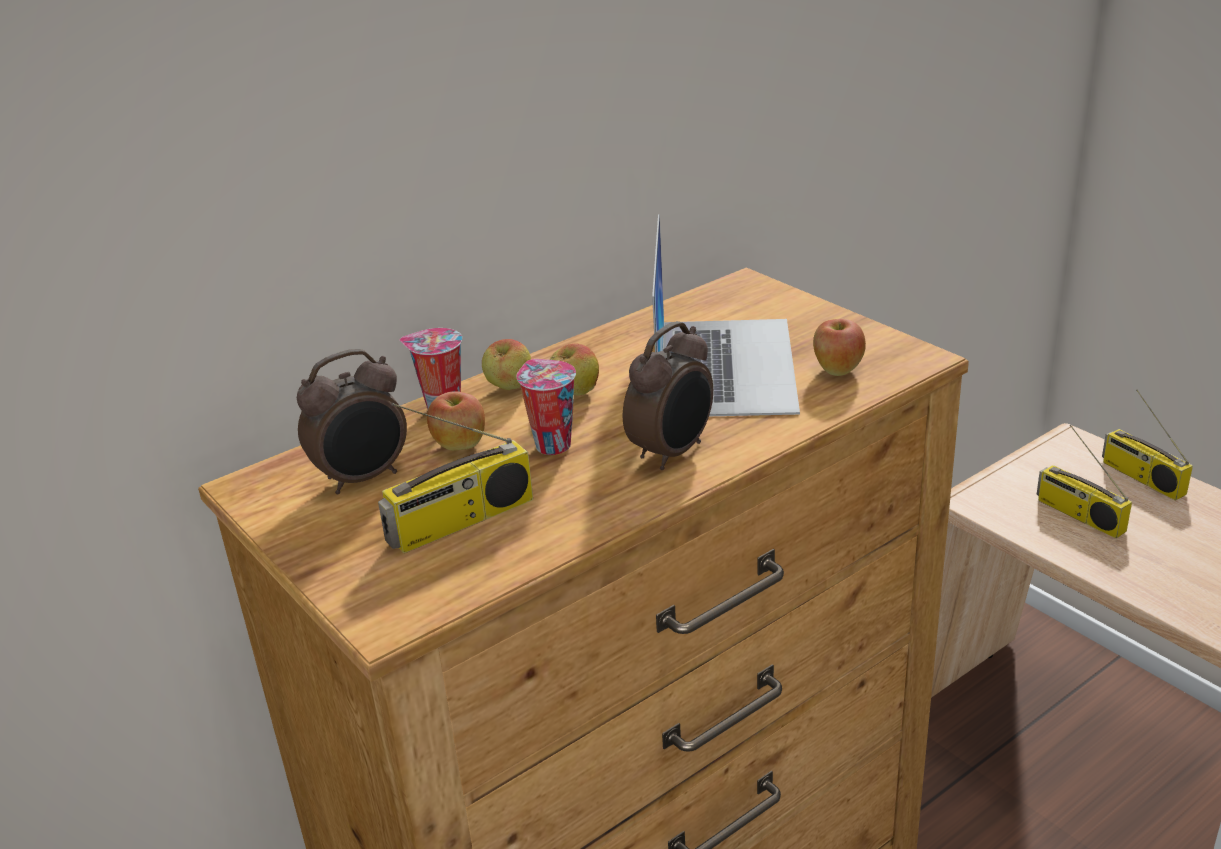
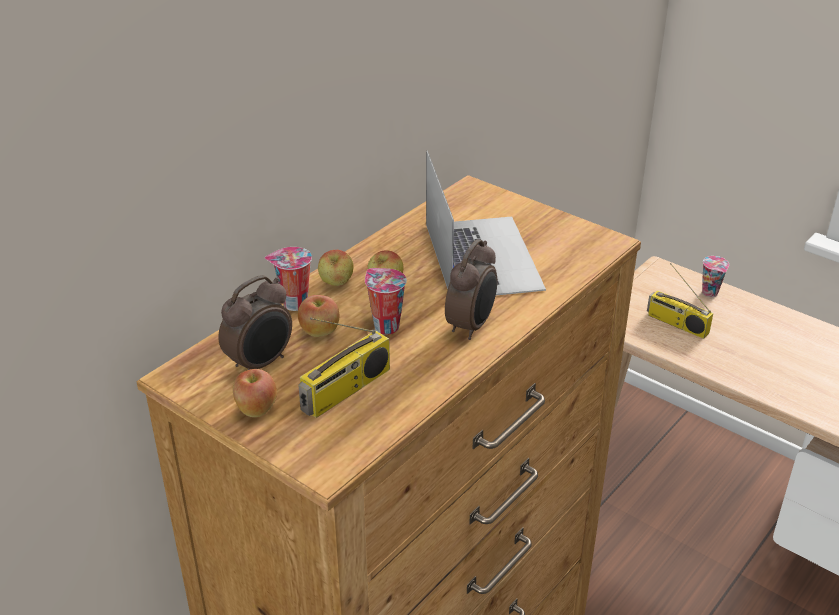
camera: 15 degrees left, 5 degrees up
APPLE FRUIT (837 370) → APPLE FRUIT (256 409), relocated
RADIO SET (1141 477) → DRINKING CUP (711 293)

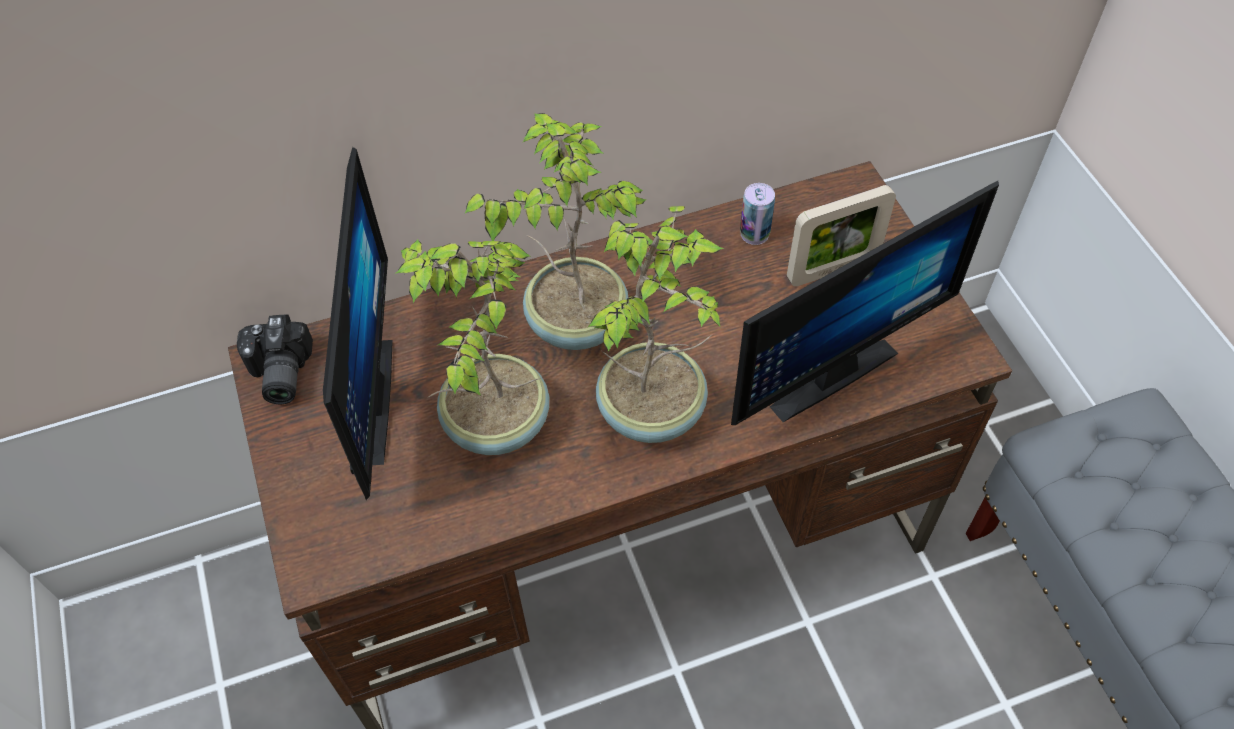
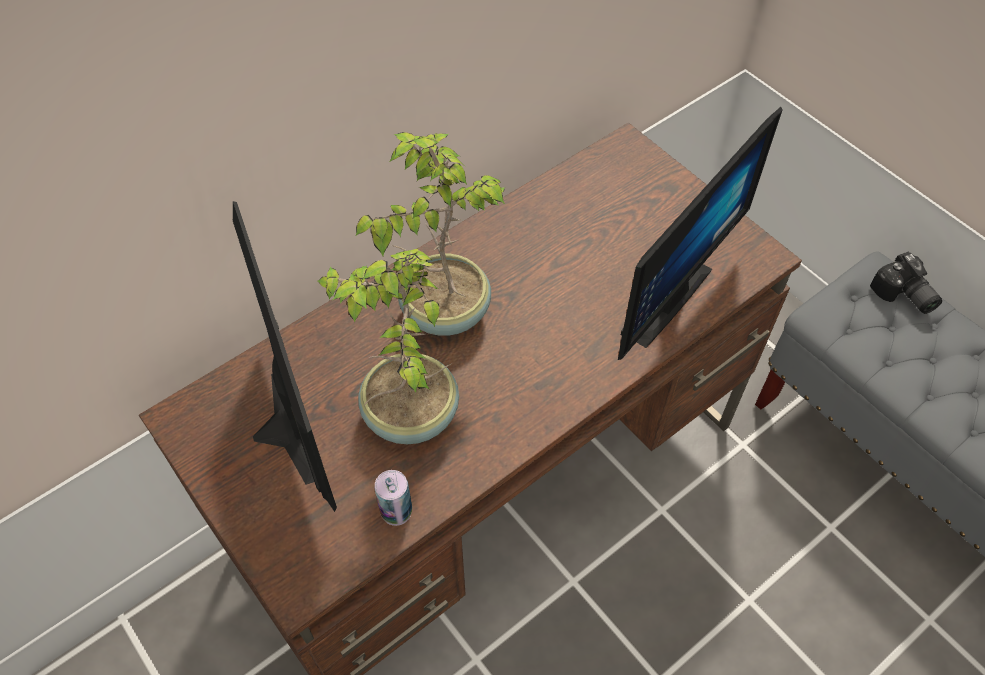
camera: 20 degrees left, 0 degrees up
PLANT IN A POT (654 410) → -
PICTURE FRAME (832 269) → -
PHOTO CAMERA (277 374) → PHOTO CAMERA (903 296), relocated
CAN (754 234) → CAN (396 511), relocated

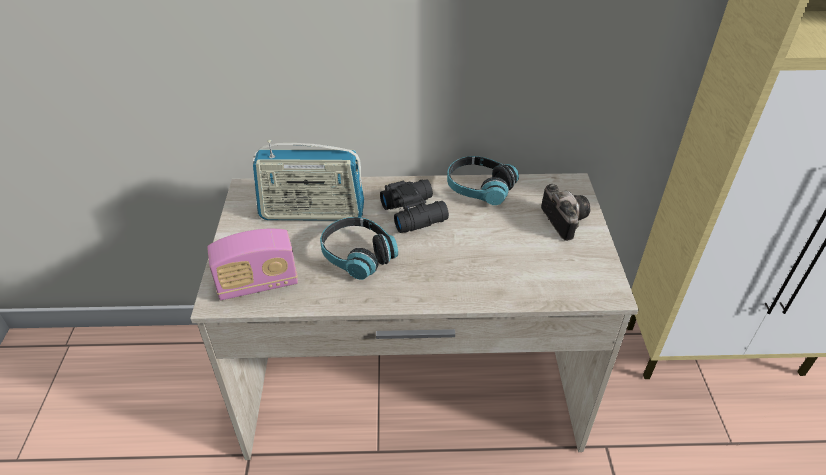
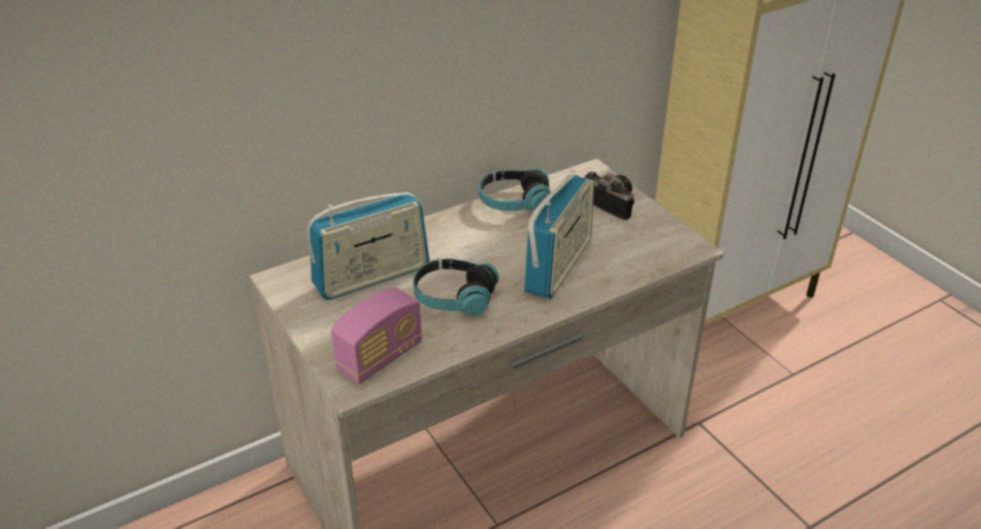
camera: 30 degrees left, 5 degrees down
BLACK-COLOURED BINOCULARS (414 212) → -
- → RADIO SET (558 266)

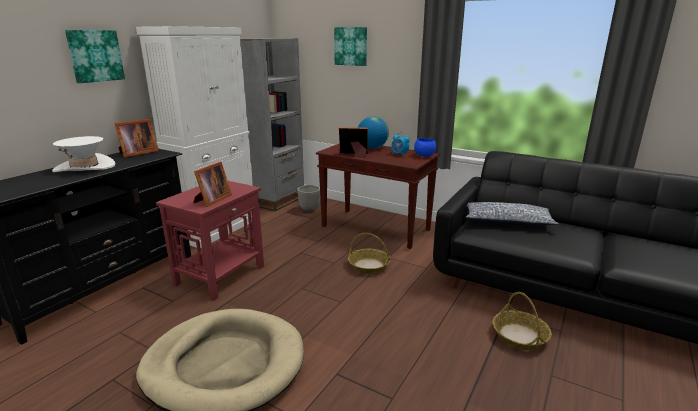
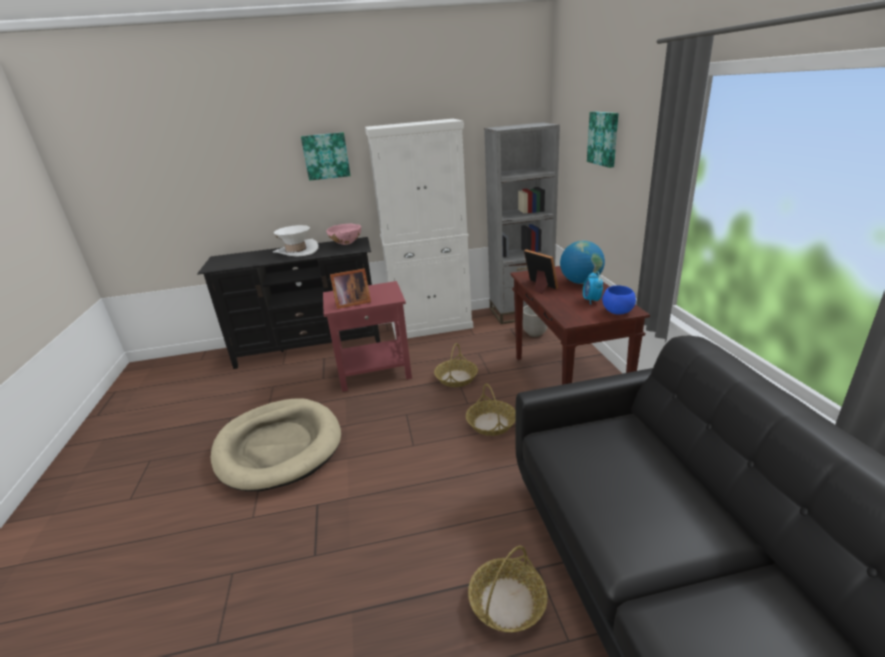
camera: 50 degrees right, 5 degrees up
PILLOW (507 222) → -
- → BASKET (456 378)
PICTURE FRAME (137 153) → PINK DEEP DISH (346 244)

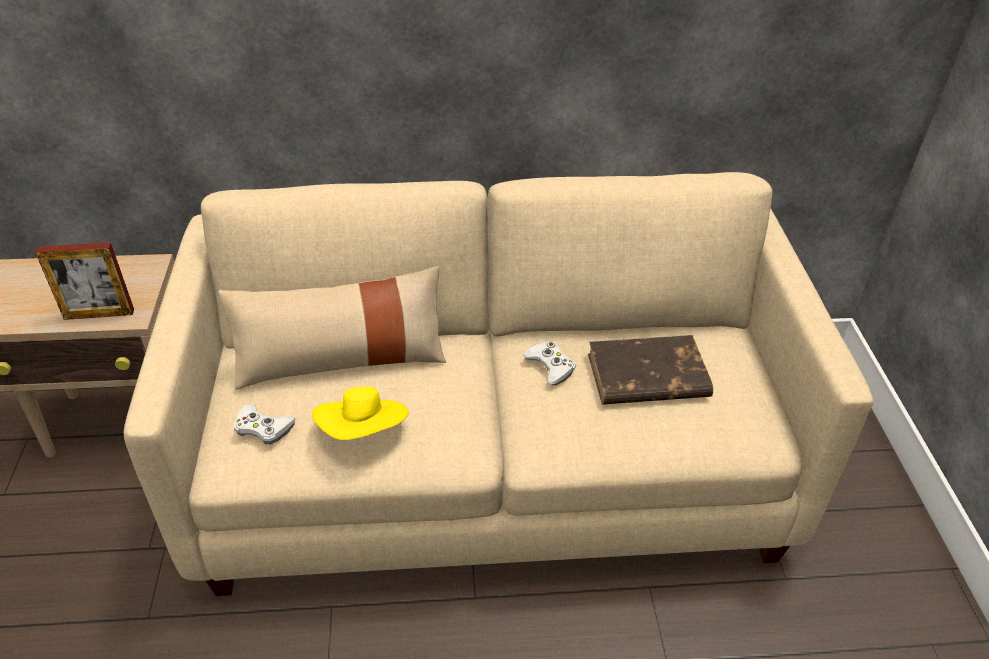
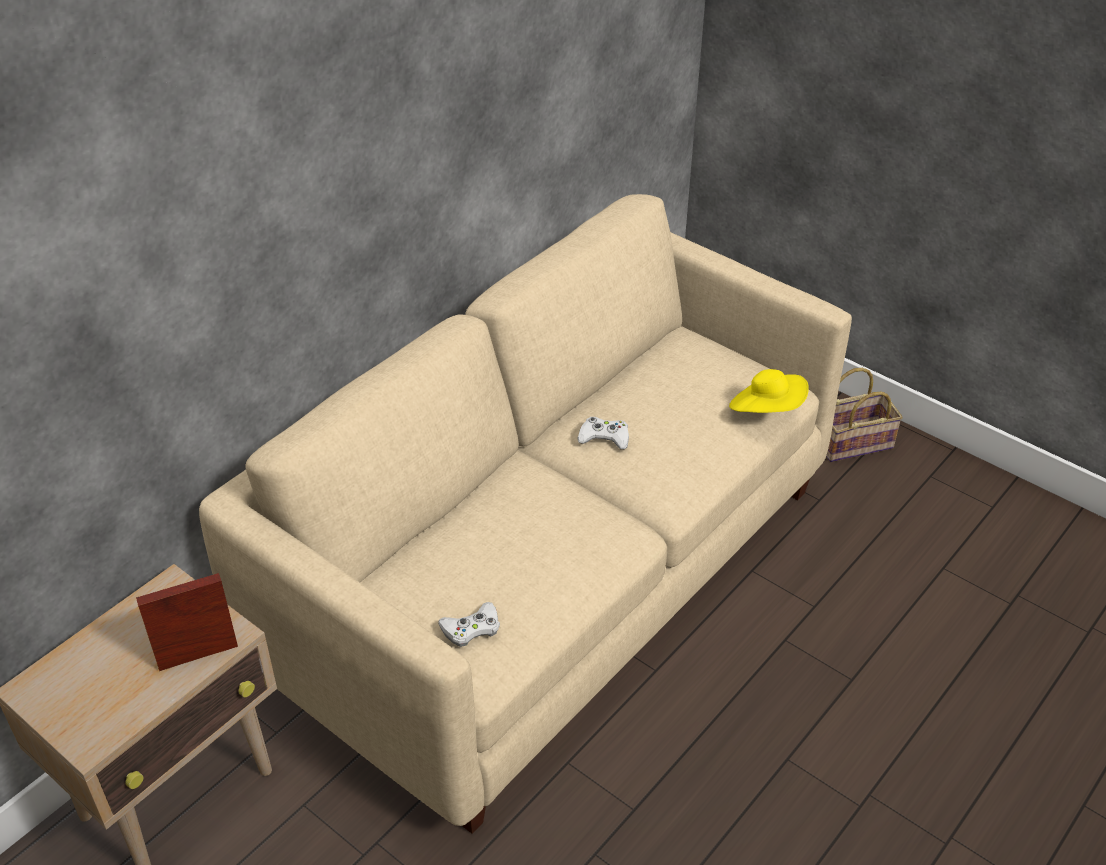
camera: 45 degrees left, 0 degrees up
BEIGE PILLOW (341 359) → -
BROWN-COLOURED VOLUME (646 376) → -
- → BASKET (854 442)
YELLOW-COLOURED WEARABLE HAT (364 431) → YELLOW-COLOURED WEARABLE HAT (767 410), relocated
PICTURE FRAME (99 314) → PICTURE FRAME (197 654), 150 degrees counterclockwise

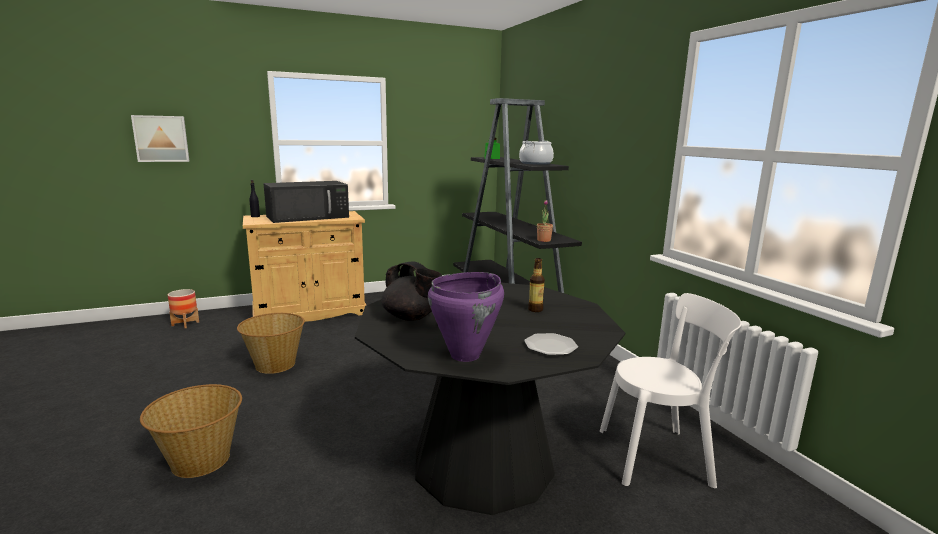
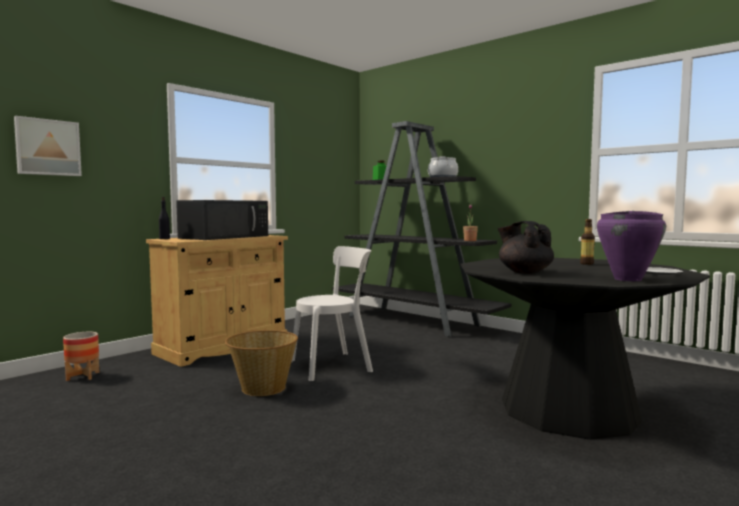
camera: 25 degrees left, 10 degrees down
BASKET (200 461) → -
WHITISH PLAIN CHAIR (659 456) → WHITISH PLAIN CHAIR (334 365), relocated
BLACK-COLOURED POT FOR TEA (411 317) → BLACK-COLOURED POT FOR TEA (524 272), 135 degrees counterclockwise

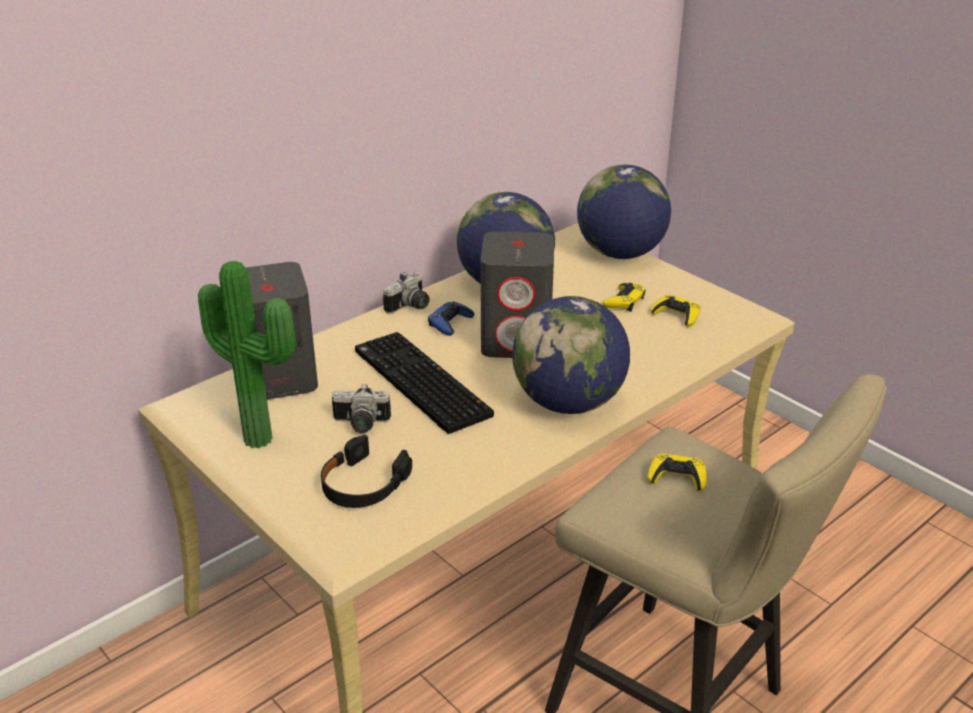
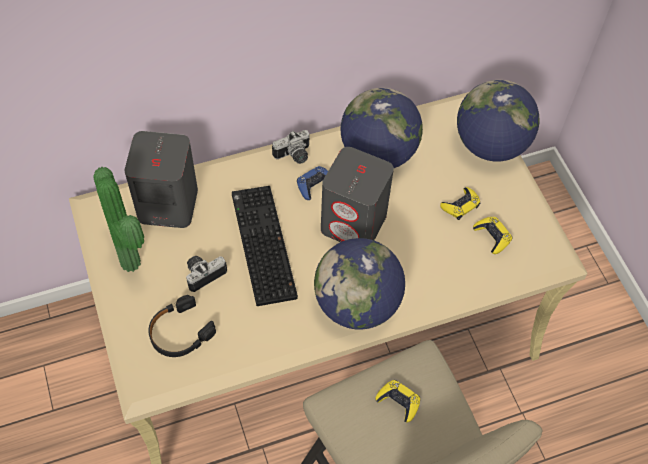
camera: 20 degrees right, 25 degrees up
PHOTO CAMERA (360 424) → PHOTO CAMERA (203 273), 120 degrees clockwise

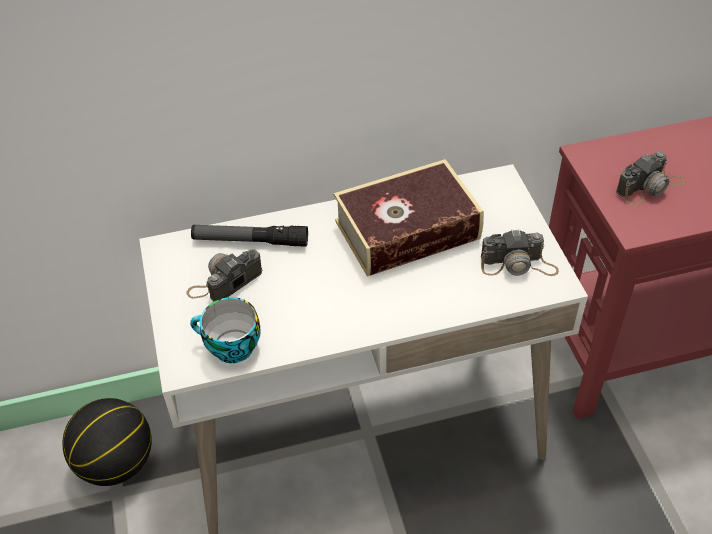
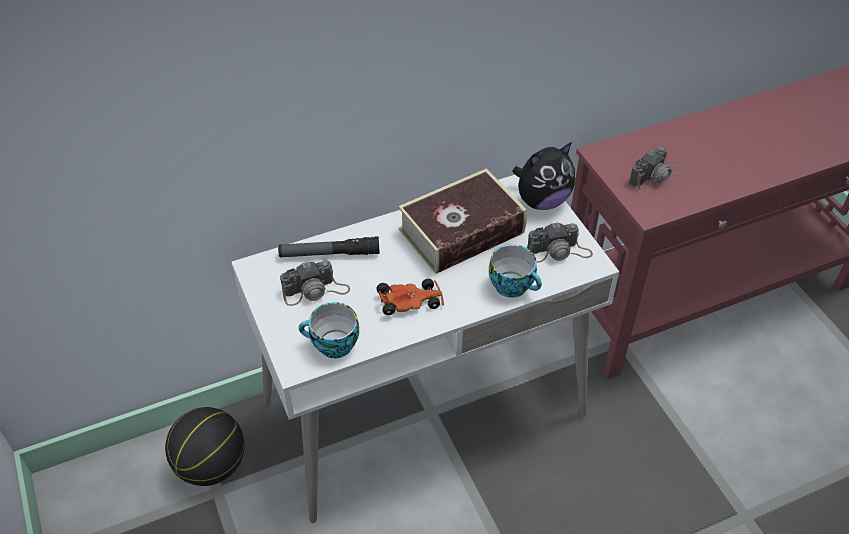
camera: 10 degrees left, 0 degrees up
- → MINIATURE CAR (410 301)
- → DRINKING CUP (513 285)
- → PLUSH TOY (542 200)
PHOTO CAMERA (225 281) → PHOTO CAMERA (315 290), 150 degrees counterclockwise

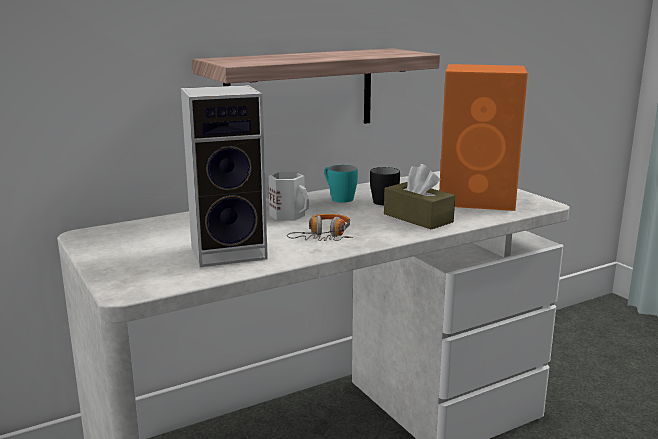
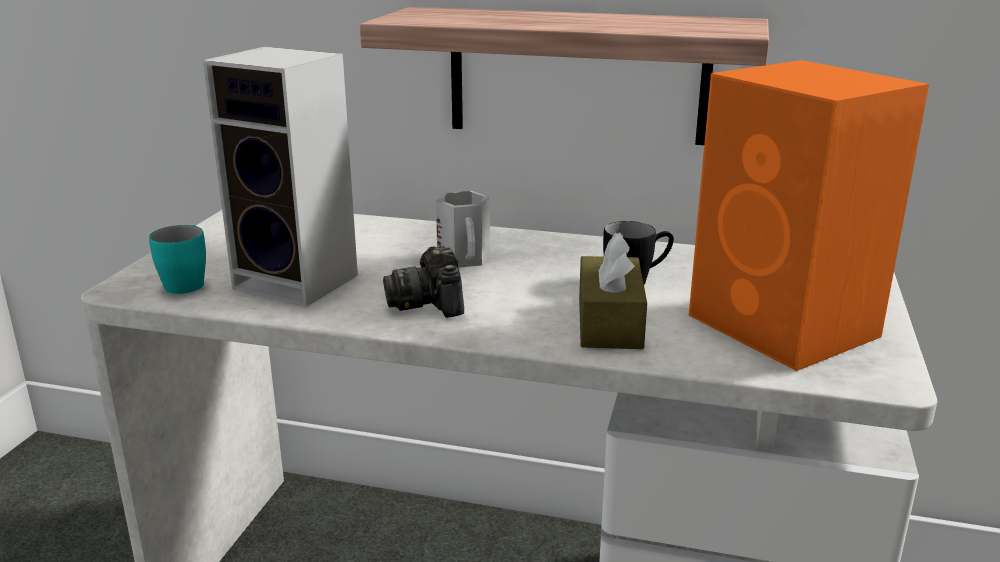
camera: 45 degrees right, 5 degrees up
TURQUOISE MUG (338 198) → TURQUOISE MUG (187 281), relocated
HEADSET (324 237) → PHOTO CAMERA (429 303)

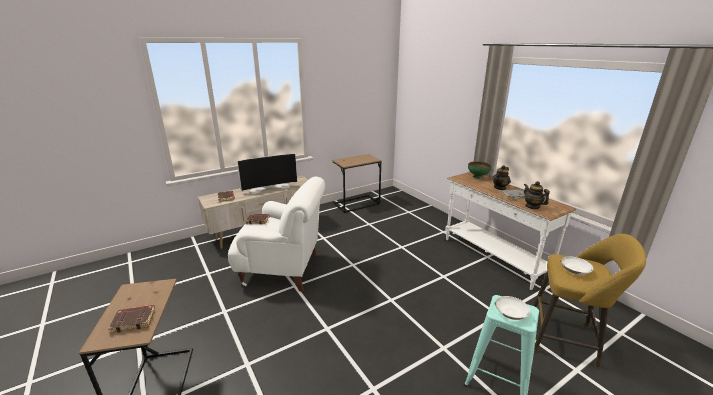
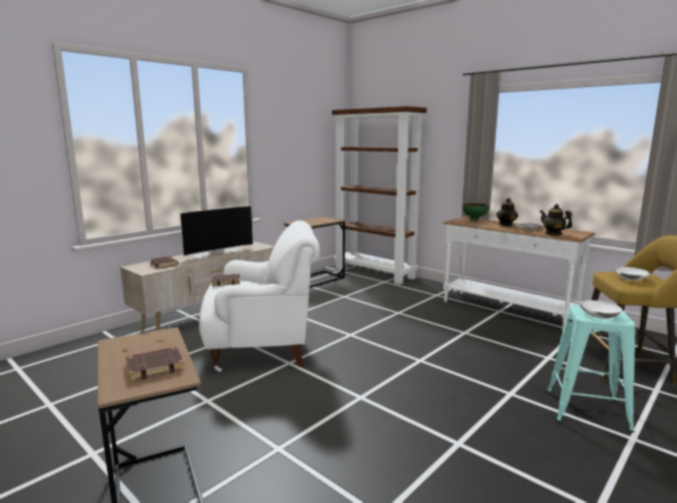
camera: 15 degrees left, 10 degrees down
- → BROWN-COLOURED BOOKSHELF (375 273)

